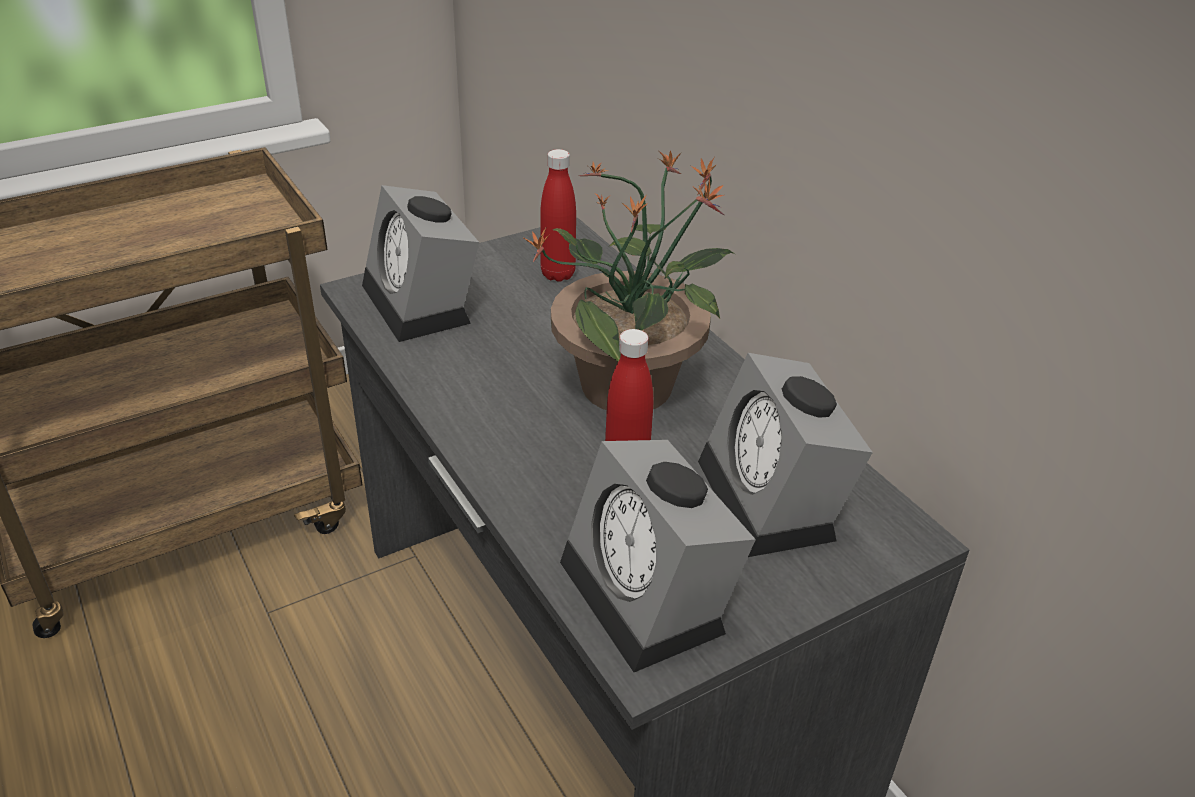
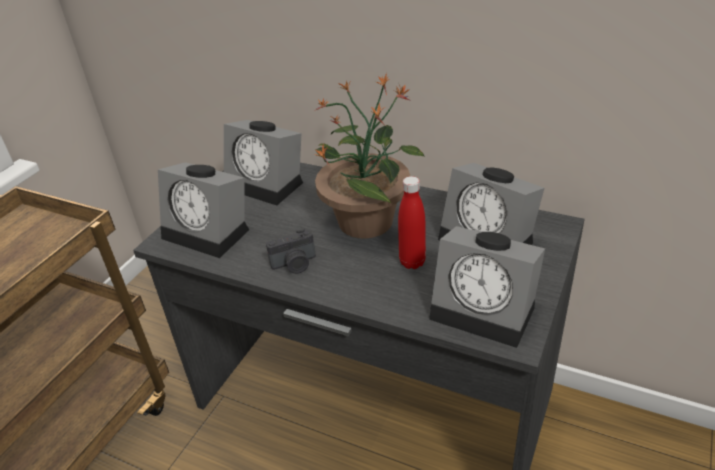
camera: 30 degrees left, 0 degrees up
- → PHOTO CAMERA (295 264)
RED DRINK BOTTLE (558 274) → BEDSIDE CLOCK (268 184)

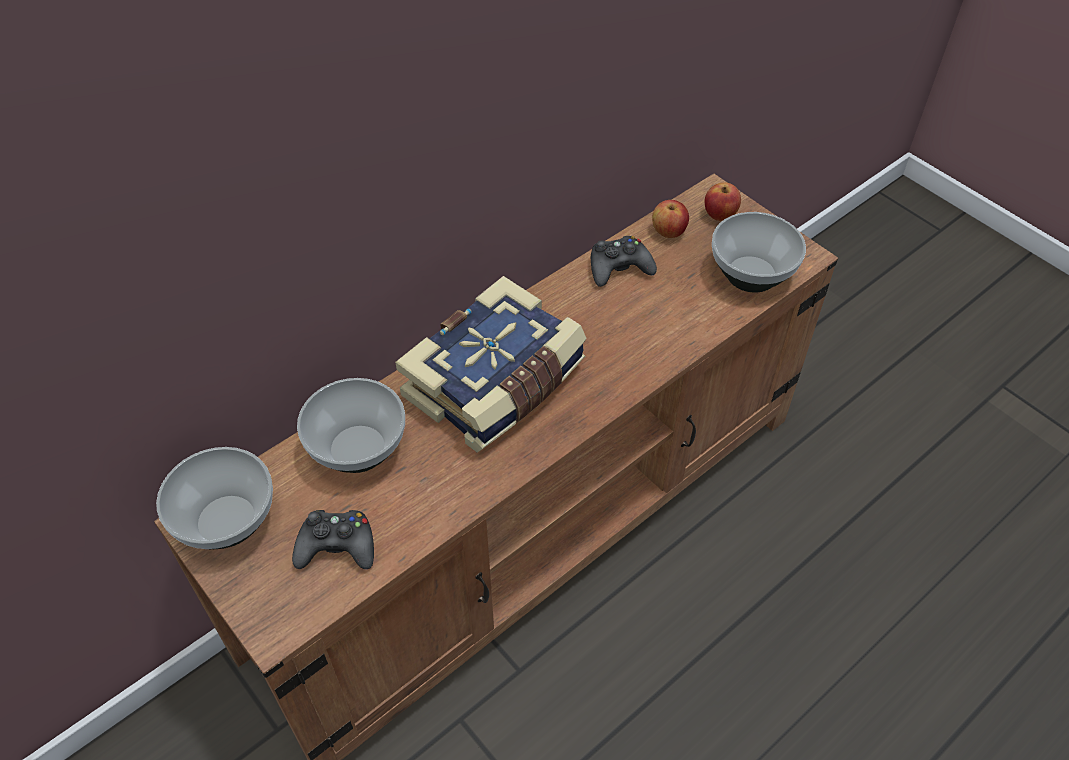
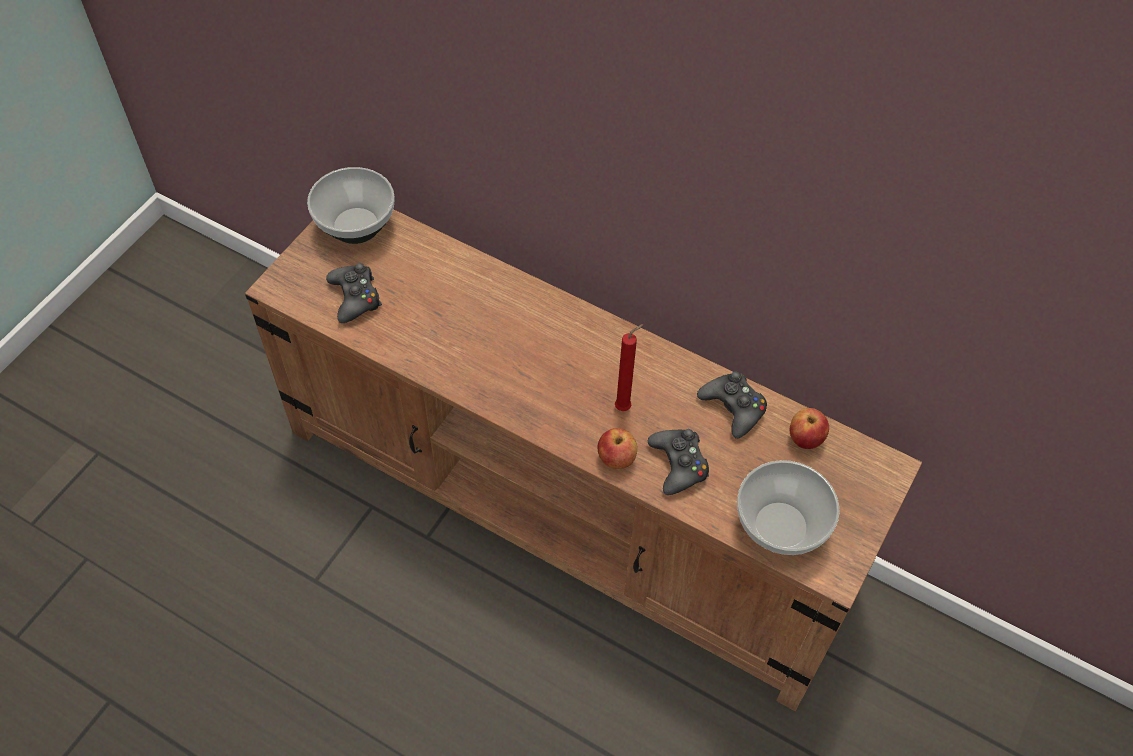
camera: 70 degrees right, 5 degrees up
DEEP DISH (358 450) → -
VOLUME (497 384) → -
- → RED CANDLE (625 407)
- → BLACK-COLOURED GAMEPAD (678 464)
APPLE FRUIT (720 215) → APPLE FRUIT (616 459), relocated

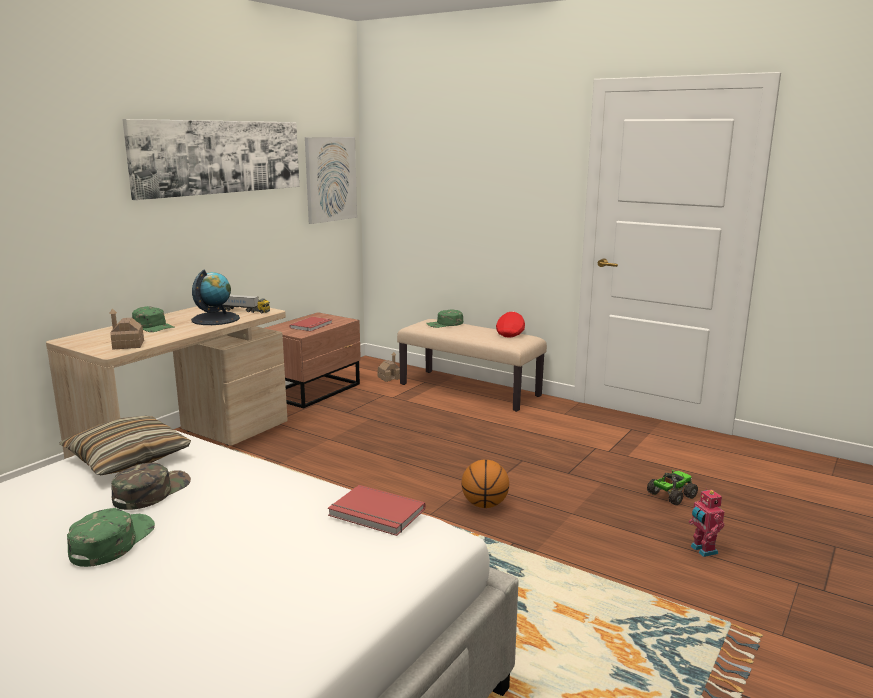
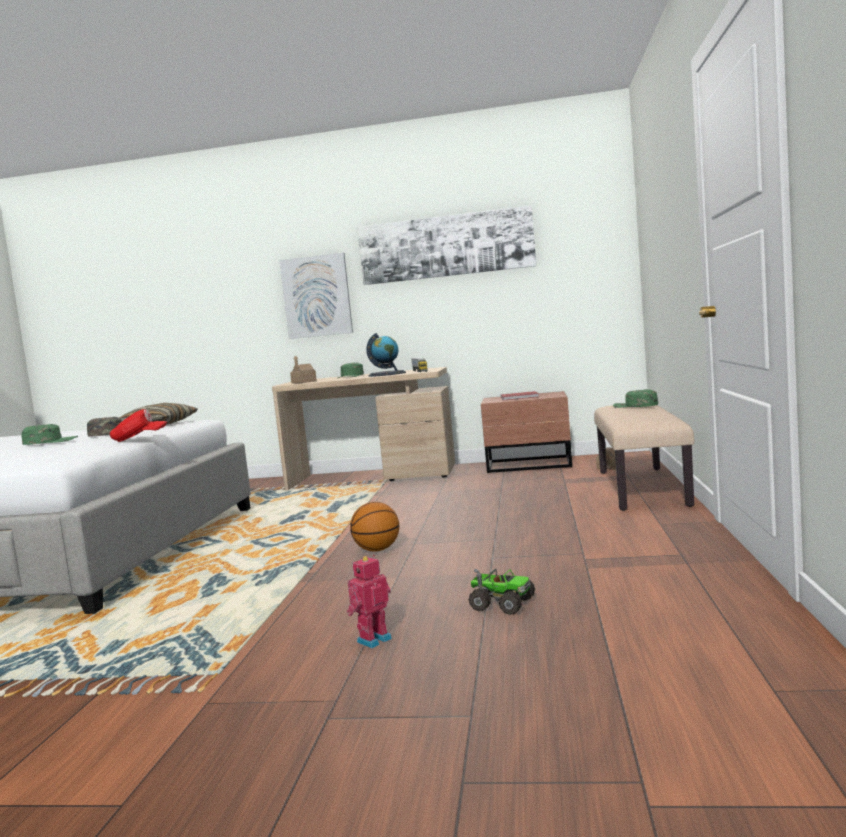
camera: 65 degrees right, 10 degrees down
RED VOLUME (375 514) → -
WALL ART (330 179) → WALL ART (317 296), relocated
RED PEAKED CAP (511 333) → RED PEAKED CAP (139 439), relocated

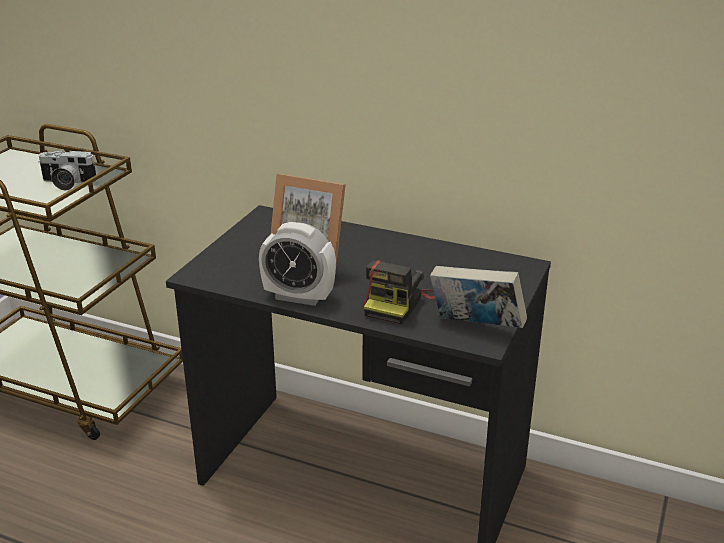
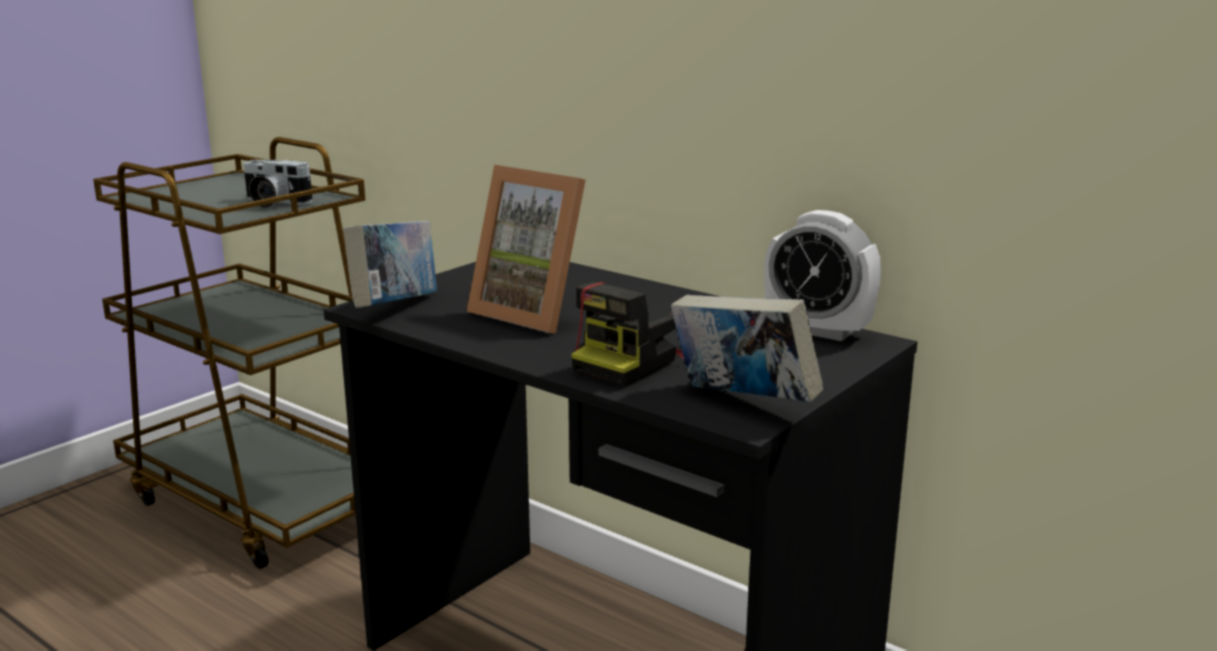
camera: 15 degrees right, 10 degrees down
- → VOLUME (395 308)
BEDSIDE CLOCK (298 297) → BEDSIDE CLOCK (817 330), relocated

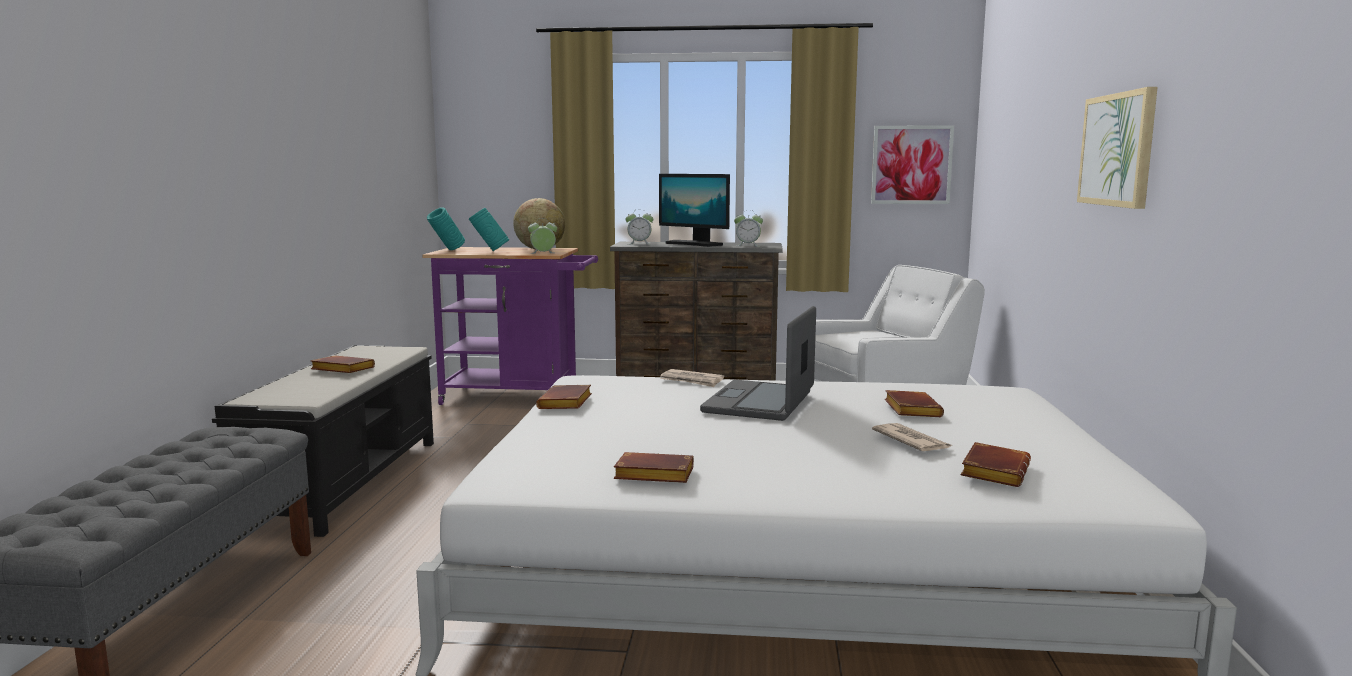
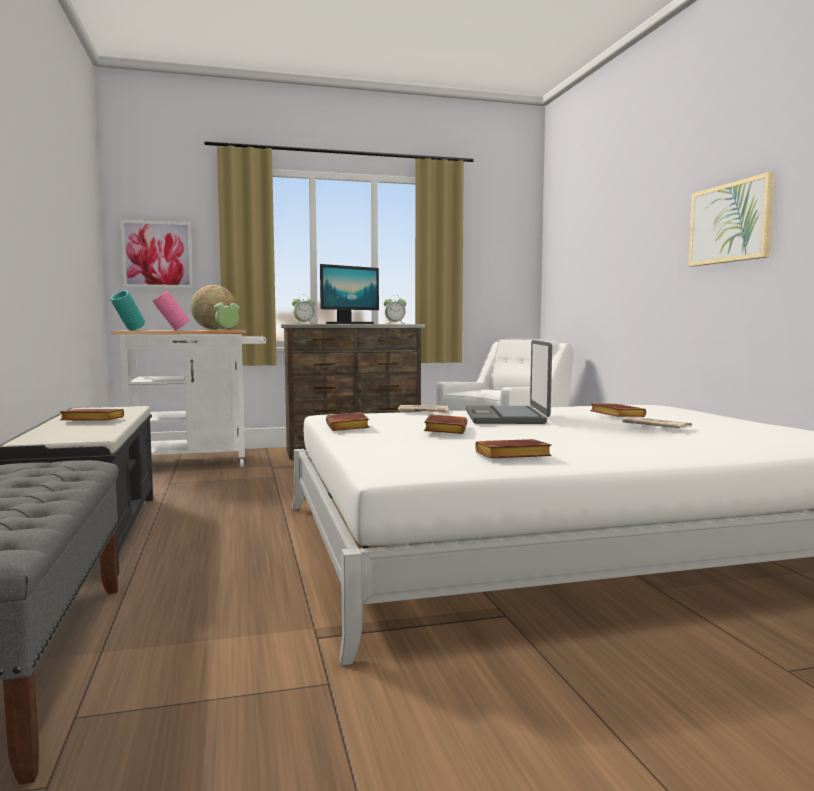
camera: 20 degrees left, 5 degrees down
WALL ART (911 165) → WALL ART (157 254), relocated
BROWN-COLOURED VOLUME (993 471) → BROWN-COLOURED VOLUME (444 430), relocated
PURPLE-COLOURED CART (518 397) → WHITISH CART (197 462)
TURQUOISE FLOWER VASE (489 251) → PINK FLOWER VASE (171 330)
MONITOR (694 244) → MONITOR (350 323), 60 degrees counterclockwise

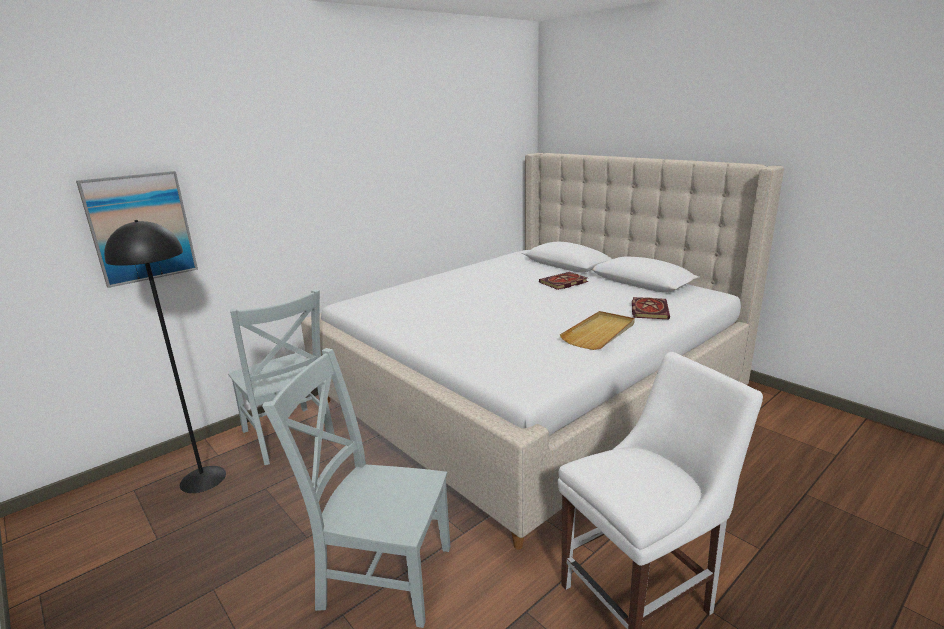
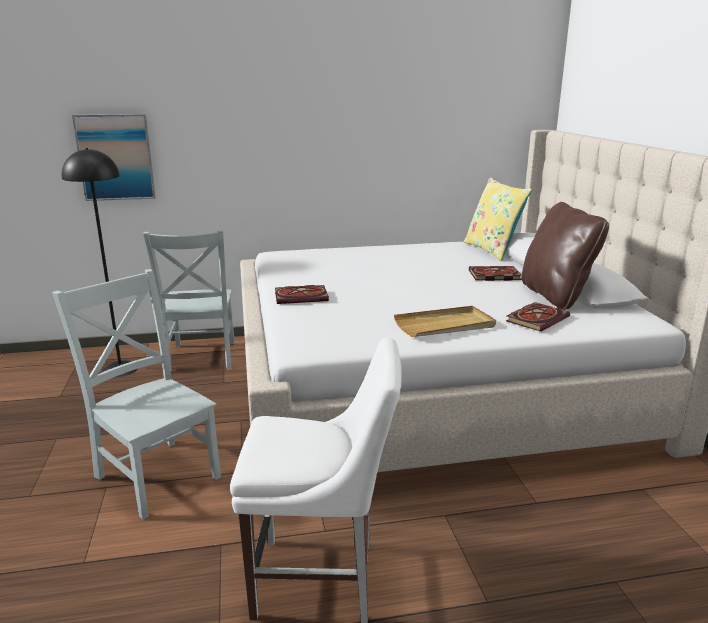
camera: 30 degrees right, 0 degrees up
- → VOLUME (302 297)
- → YELLOW-COLOURED PILLOW (492 250)
- → BROWN-COLOURED PILLOW (556 296)

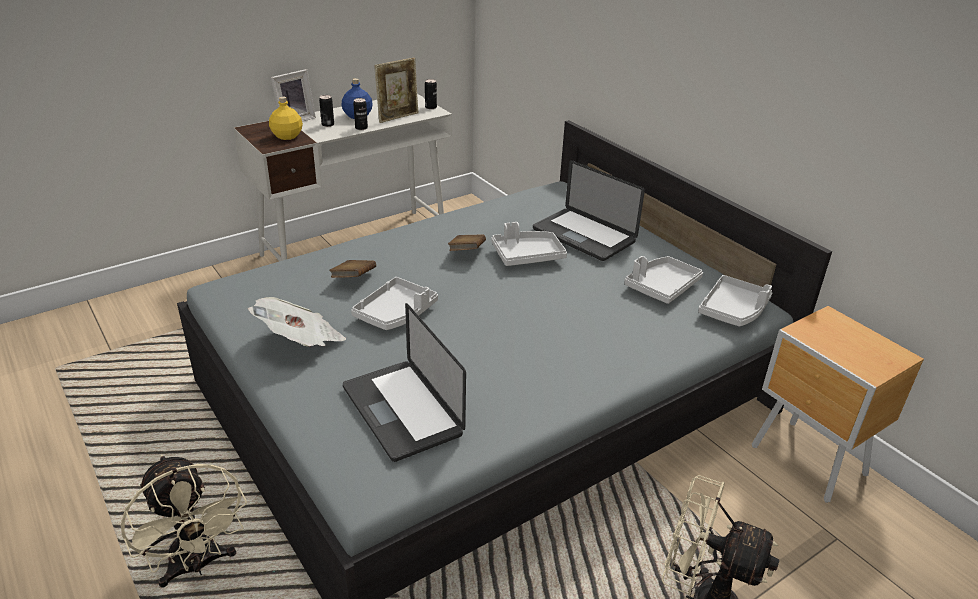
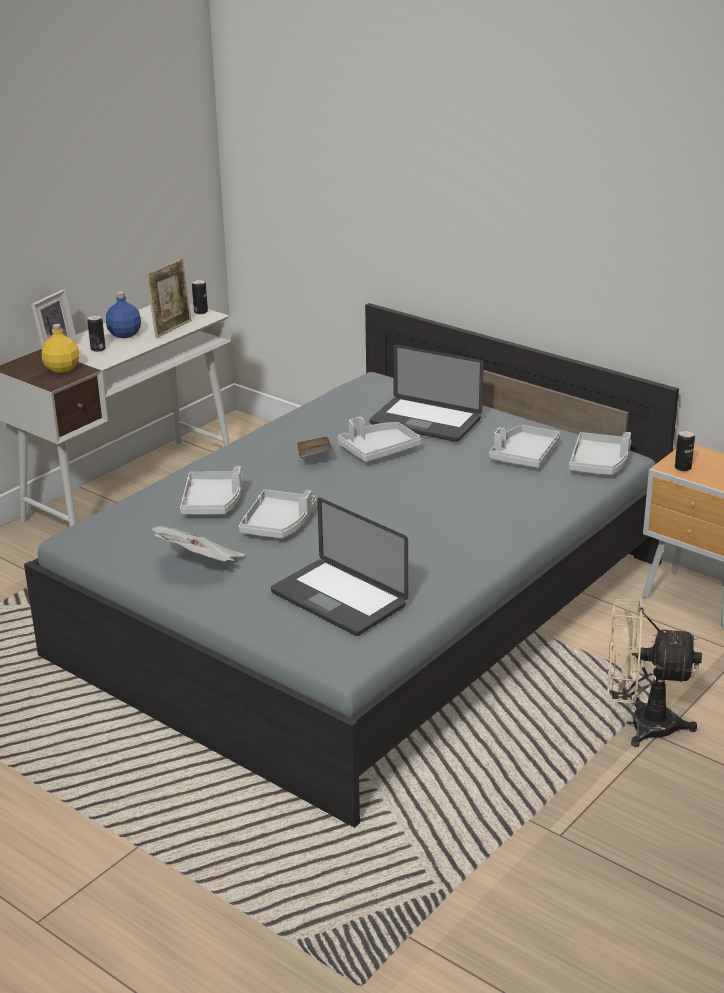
camera: 15 degrees left, 5 degrees down
BEIGE FAN (197 566) → -
CAN (361 128) → CAN (682 468), relocated
BROWN-COLOURED VOLUME (353 279) → GREY CARRYING TRAY (213 502)

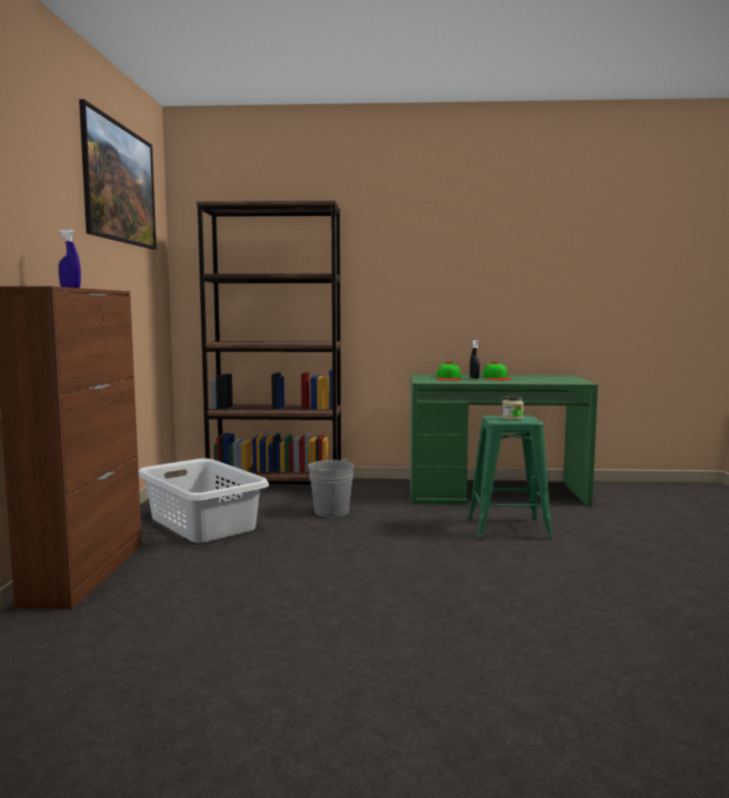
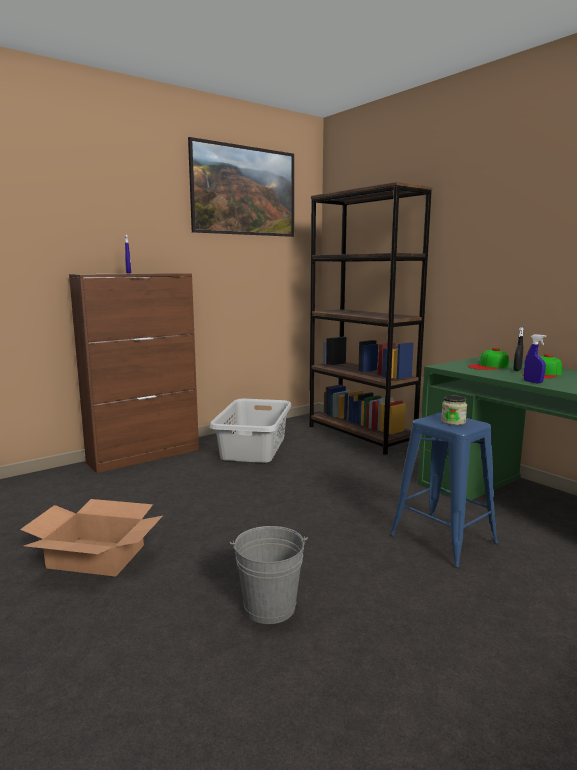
camera: 50 degrees right, 5 degrees up
- → CARDBOARD BOX (96 556)
- → BLUE-COLOURED SPRAY BOTTLE (533 382)
GREY PAIL (331 512) → GREY PAIL (270 607), relocated
GREEN STOOL SEAT (509 528) → BLUE-COLOURED STOOL SEAT (443 539)

